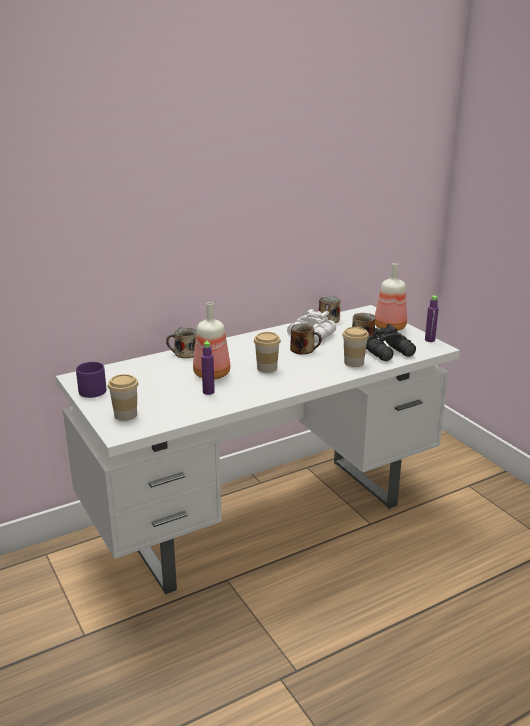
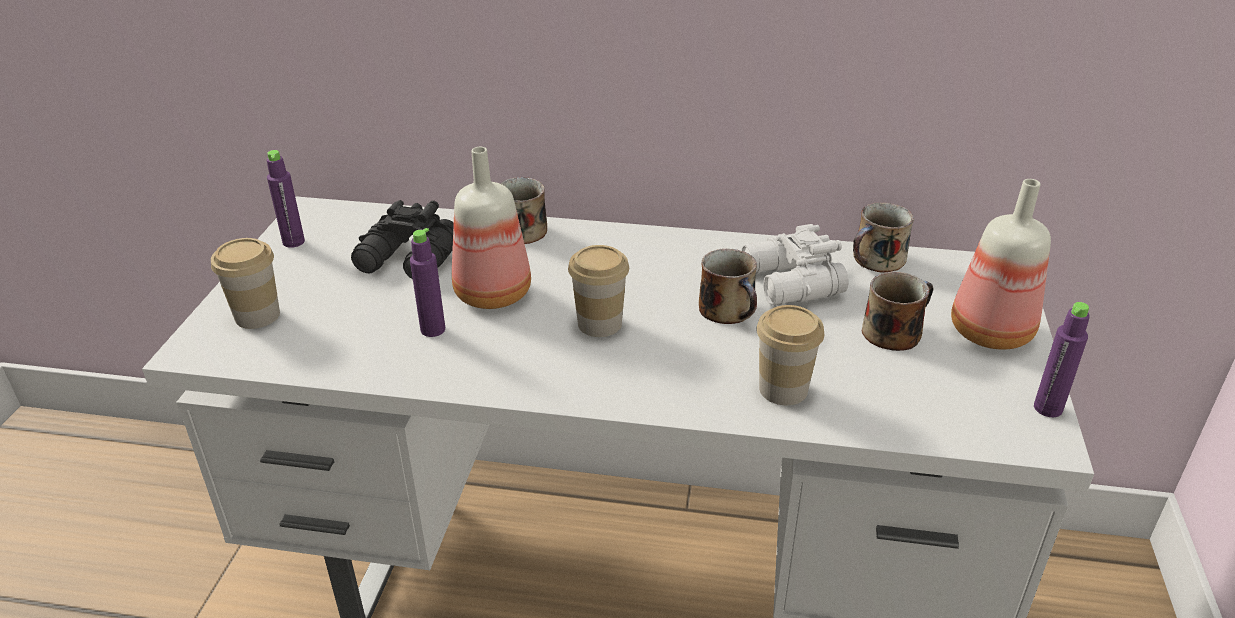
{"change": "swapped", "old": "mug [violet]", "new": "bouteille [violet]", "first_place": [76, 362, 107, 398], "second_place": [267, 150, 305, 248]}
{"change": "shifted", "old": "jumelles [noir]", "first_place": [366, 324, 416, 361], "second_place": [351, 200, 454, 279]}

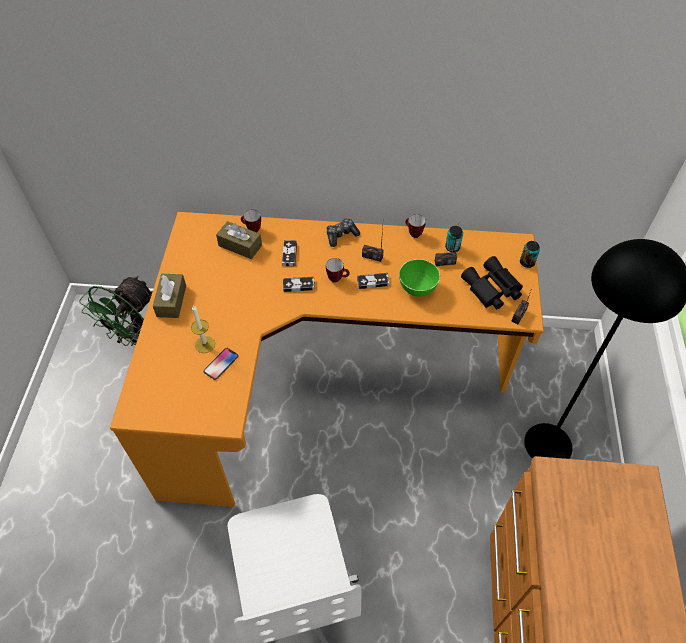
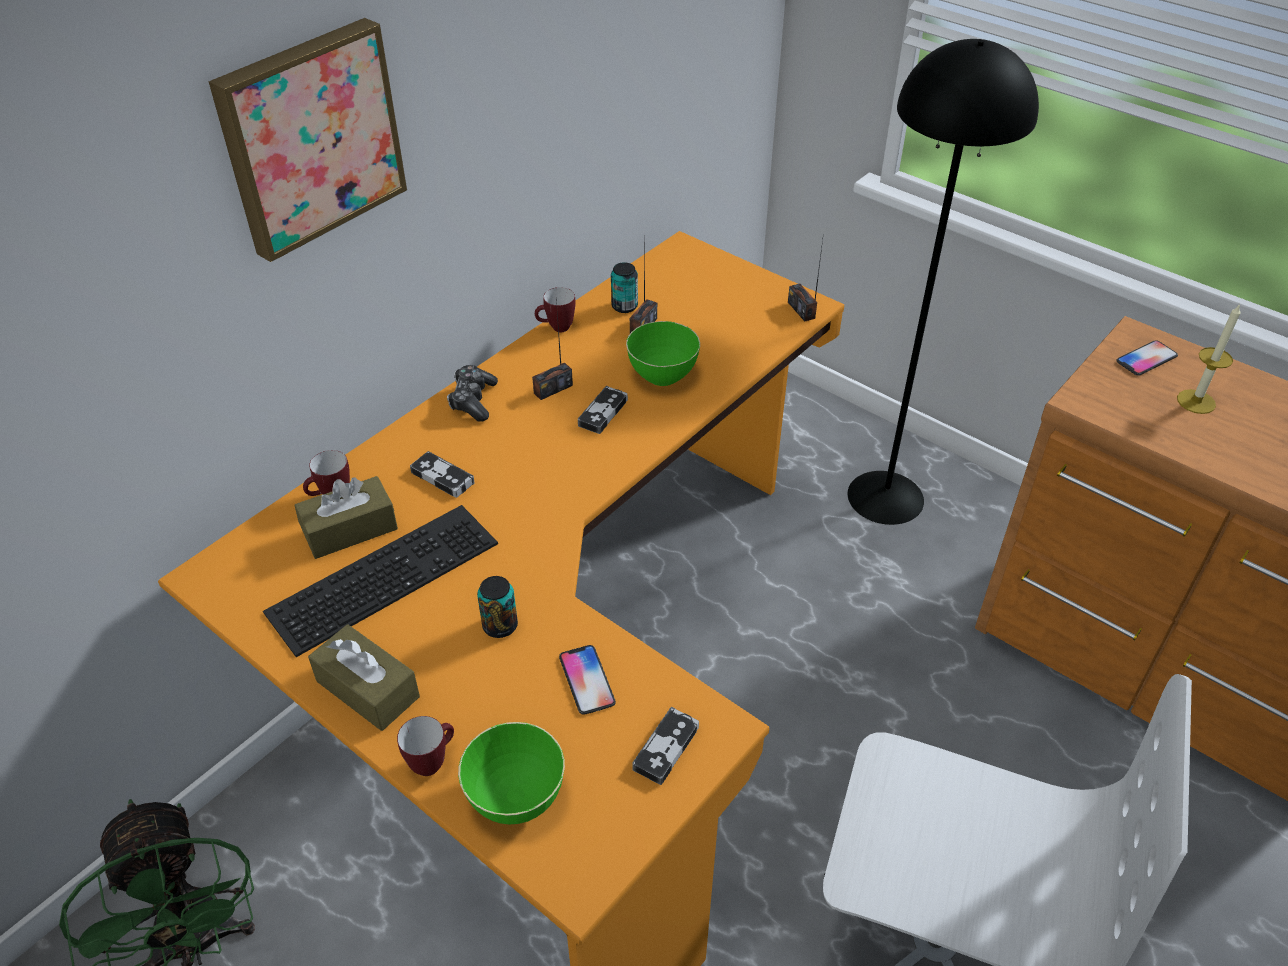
{"change": "new", "new": "tableau", "second_place": [208, 18, 407, 262]}
{"change": "new", "new": "clavier", "second_place": [263, 505, 498, 657]}
{"change": "shifted", "old": "mug", "first_place": [326, 258, 350, 282], "second_place": [397, 716, 454, 776]}
{"change": "new", "new": "bol [vert]", "second_place": [458, 722, 565, 824]}
{"change": "shifted", "old": "boîte métallique", "first_place": [520, 241, 540, 268], "second_place": [477, 576, 518, 638]}
{"change": "shifted", "old": "manette", "first_place": [283, 277, 315, 292], "second_place": [632, 707, 699, 785]}
{"change": "new", "new": "téléphone", "second_place": [1116, 340, 1178, 376]}
{"change": "shifted", "old": "bougie", "first_place": [191, 305, 215, 353], "second_place": [1177, 304, 1241, 414]}
{"change": "gone", "old": "jumelles [noir]", "first_place": [461, 256, 523, 309]}

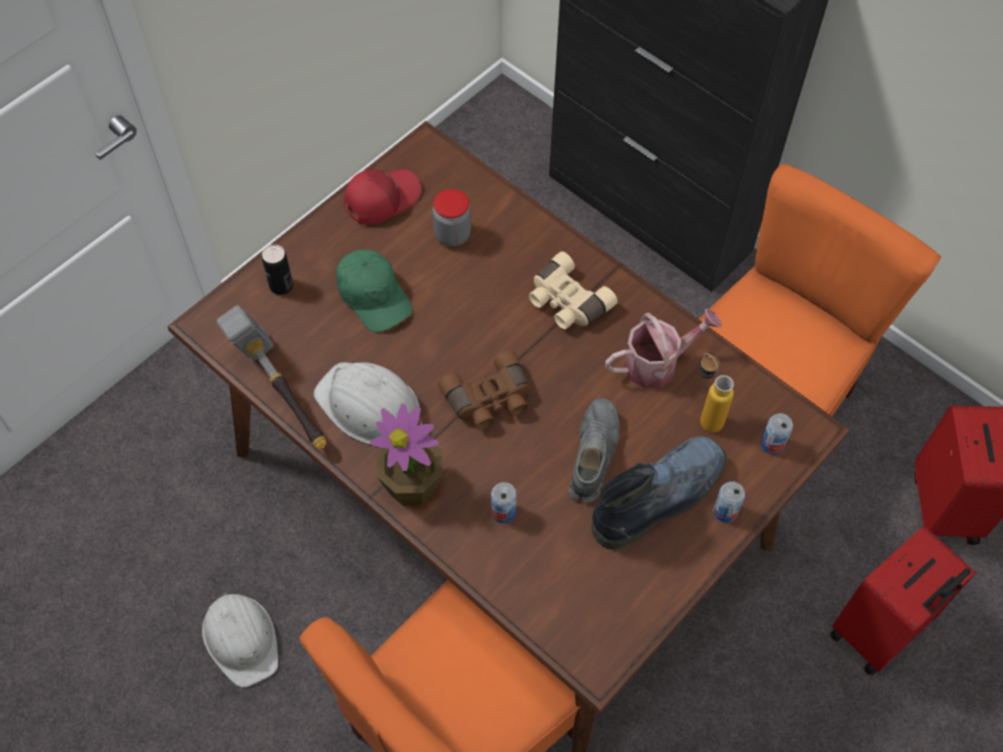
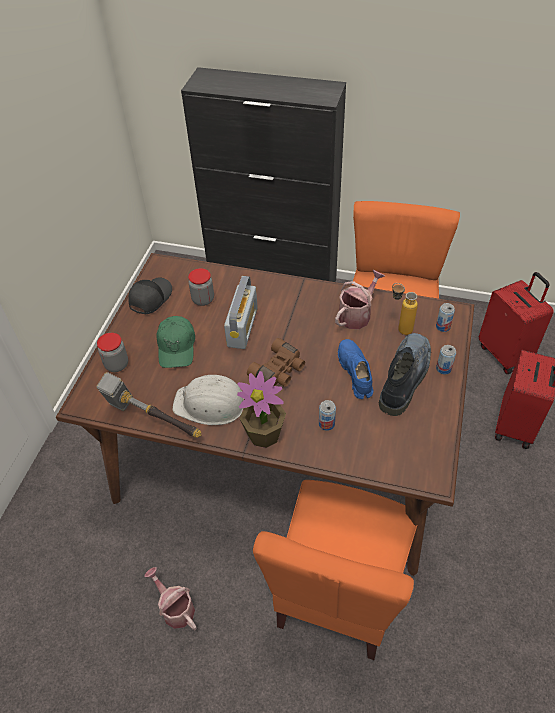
{"change": "swapped", "old": "boîte métallique", "new": "bocal", "first_place": [262, 244, 293, 295], "second_place": [97, 333, 128, 372]}
{"change": "repainted", "old": "casquette [rouge]", "new": "casquette [noir]", "first_place": [344, 169, 421, 225], "second_place": [128, 277, 172, 315]}
{"change": "swapped", "old": "casque de chantier [blanc]", "new": "arrosoir", "first_place": [202, 592, 278, 688], "second_place": [144, 567, 197, 630]}
{"change": "rotated", "old": "casquette [vert]", "first_place": [336, 250, 413, 332], "second_place": [156, 316, 195, 368], "degrees": 60}
{"change": "new", "new": "radio", "second_place": [224, 276, 258, 349]}
{"change": "repainted", "old": "chaussure [gris]", "new": "chaussure [bleu]", "first_place": [569, 398, 620, 503], "second_place": [338, 339, 373, 399]}
{"change": "gone", "old": "jumelles [beige]", "first_place": [529, 251, 618, 329]}

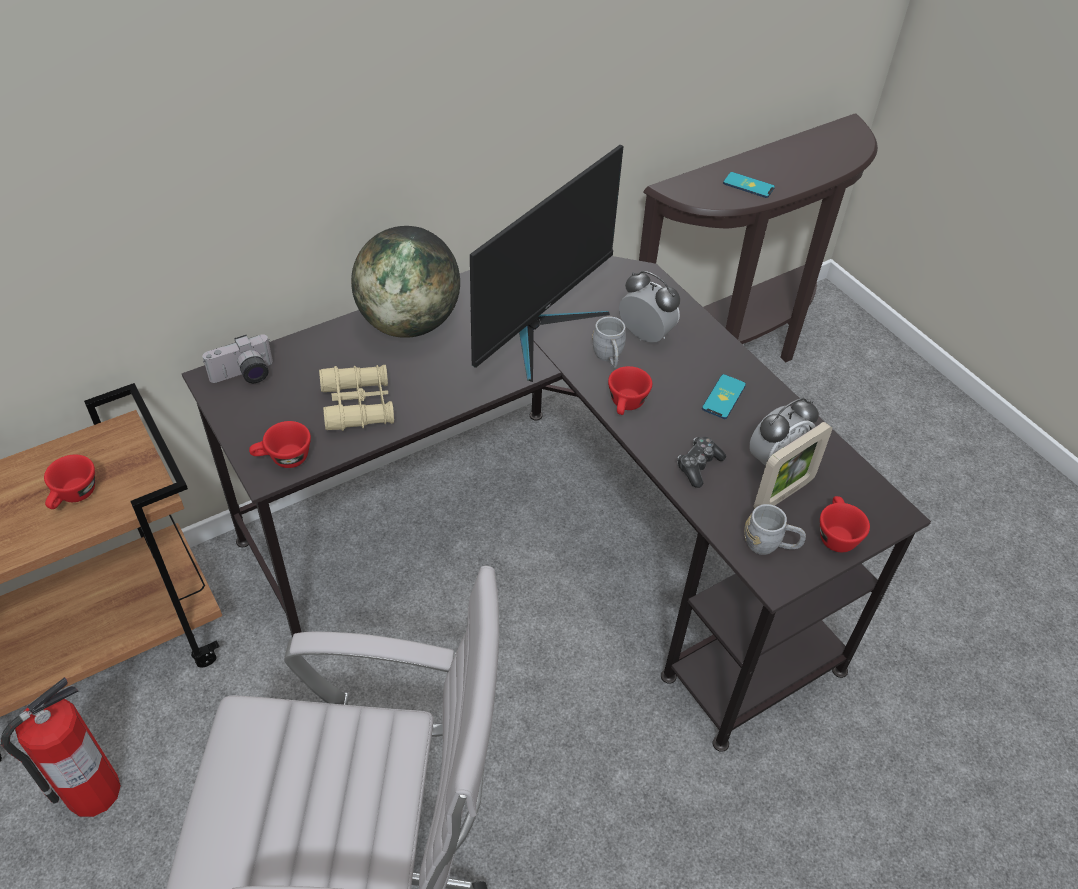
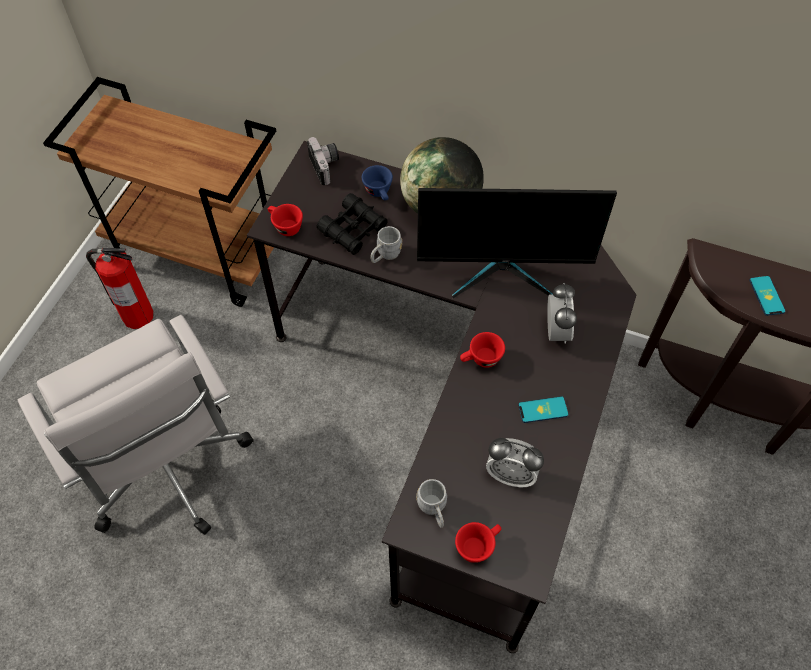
{"change": "rotated", "old": "appareil photo", "first_place": [202, 334, 273, 383], "second_place": [307, 137, 339, 185], "degrees": -135}
{"change": "repainted", "old": "jumelles [beige]", "new": "jumelles [noir]", "first_place": [319, 365, 394, 431], "second_place": [317, 193, 388, 255]}
{"change": "new", "new": "tasse [bleu]", "second_place": [362, 165, 393, 200]}
{"change": "shifted", "old": "mug [gris]", "first_place": [592, 316, 626, 368], "second_place": [370, 226, 402, 263]}
{"change": "gone", "old": "tasse [rouge]", "first_place": [44, 455, 95, 509]}
{"change": "gone", "old": "manette", "first_place": [677, 437, 726, 488]}
{"change": "gone", "old": "cadre photo", "first_place": [753, 422, 832, 509]}

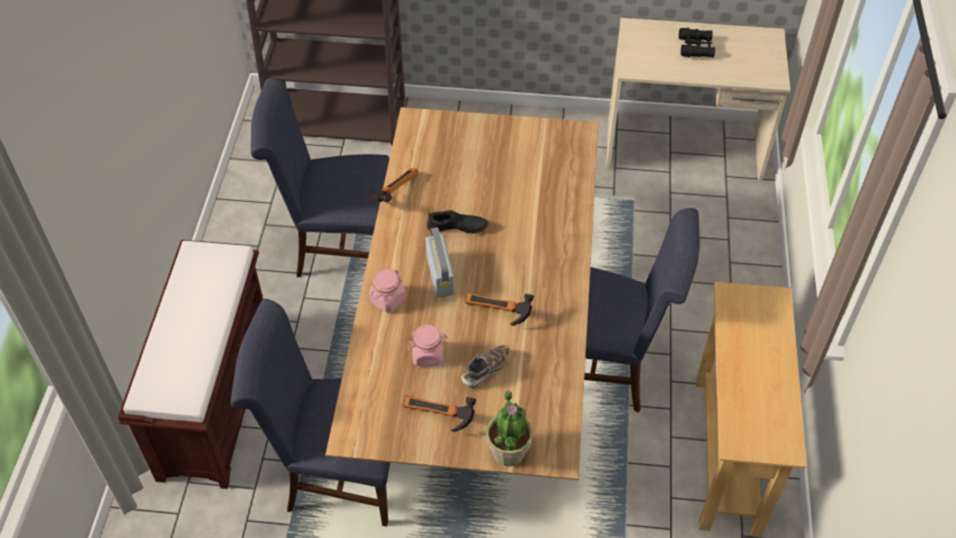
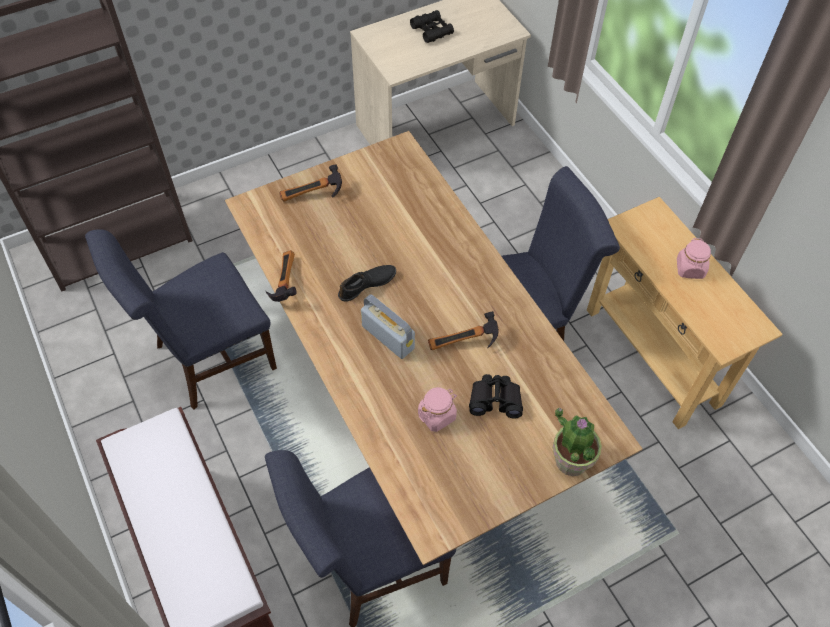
{"change": "shifted", "old": "marteau", "first_place": [402, 395, 476, 432], "second_place": [279, 164, 342, 202]}
{"change": "swapped", "old": "chaussure", "new": "jumelles [noir]", "first_place": [461, 345, 511, 389], "second_place": [469, 374, 523, 418]}
{"change": "shifted", "old": "bocal [rose]", "first_place": [369, 269, 406, 313], "second_place": [677, 238, 711, 279]}

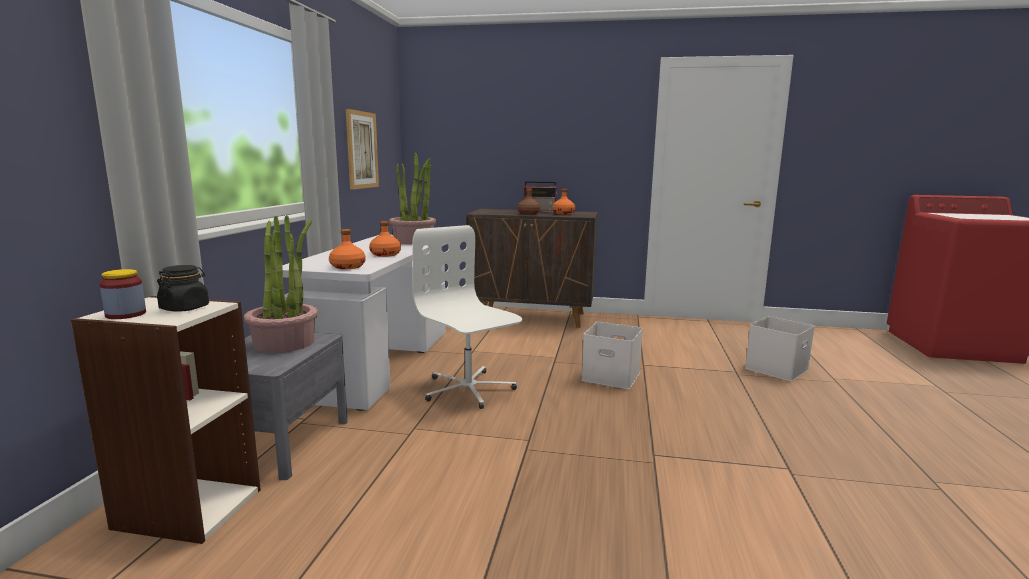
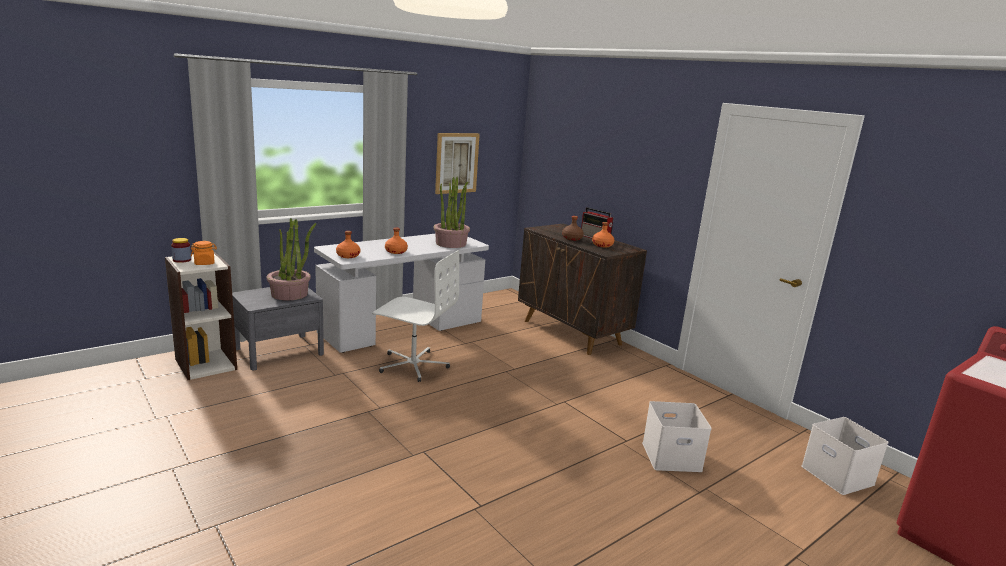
{"change": "repainted", "old": "bocal [noir]", "new": "bocal [orange]", "first_place": [157, 265, 209, 312], "second_place": [191, 241, 217, 265]}
{"change": "rotated", "old": "chaise de bureau [blanc]", "first_place": [412, 225, 522, 409], "second_place": [372, 250, 459, 382], "degrees": 105}
{"change": "shifted", "old": "boîte de rangement [blanc]", "first_place": [581, 322, 643, 389], "second_place": [801, 417, 889, 495]}

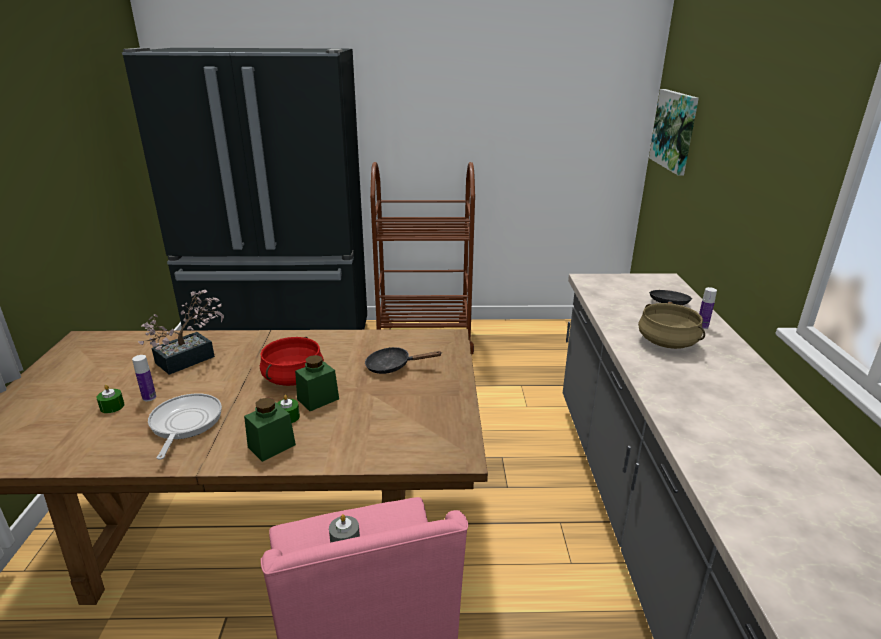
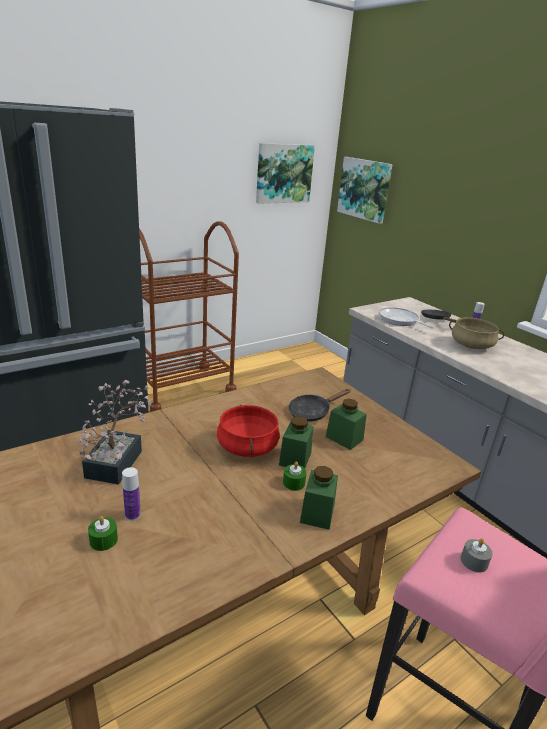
{"change": "new", "new": "tableau", "second_place": [256, 143, 315, 204]}
{"change": "new", "new": "bocal [vert]", "second_place": [326, 399, 367, 450]}
{"change": "shifted", "old": "poêle", "first_place": [148, 393, 222, 460], "second_place": [379, 307, 434, 328]}

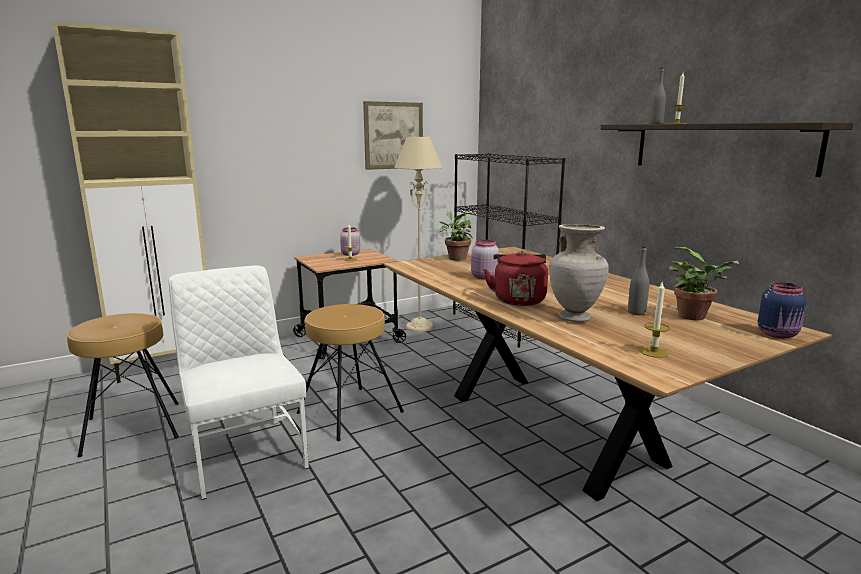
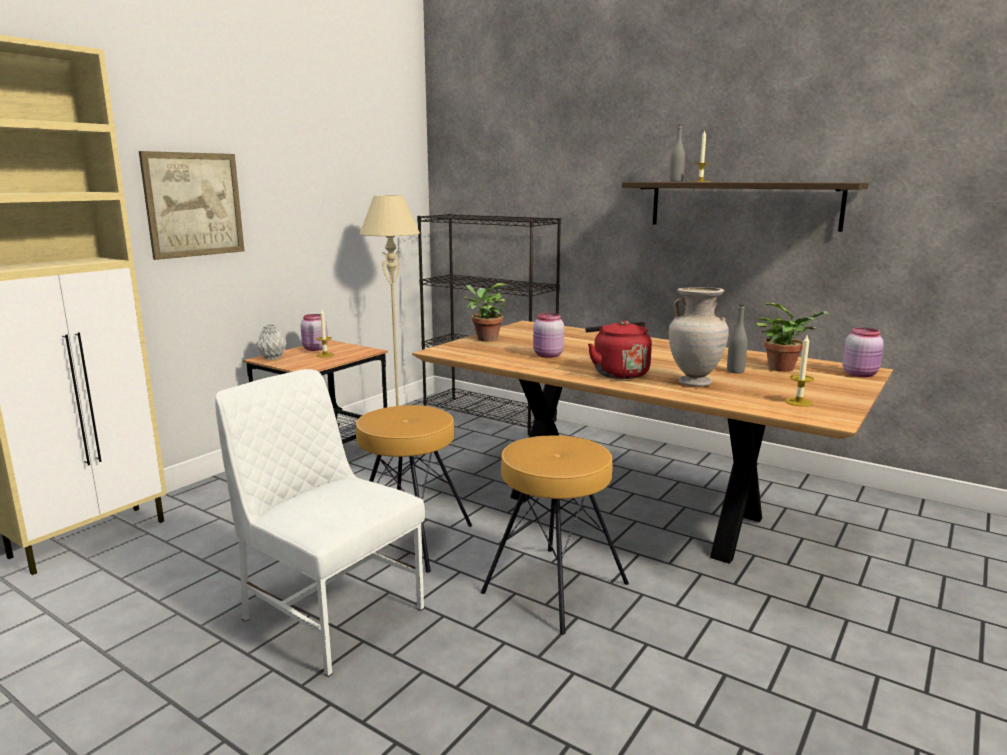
{"change": "shifted", "old": "tableau", "first_place": [363, 101, 423, 170], "second_place": [139, 151, 244, 260]}
{"change": "new", "new": "vase [gris]", "second_place": [256, 325, 287, 360]}
{"change": "shifted", "old": "tabouret [marron]", "first_place": [67, 313, 179, 457], "second_place": [481, 435, 629, 635]}
{"change": "repainted", "old": "bocal [bleu]", "new": "bocal [rose]", "first_place": [758, 282, 807, 338], "second_place": [842, 327, 884, 377]}

